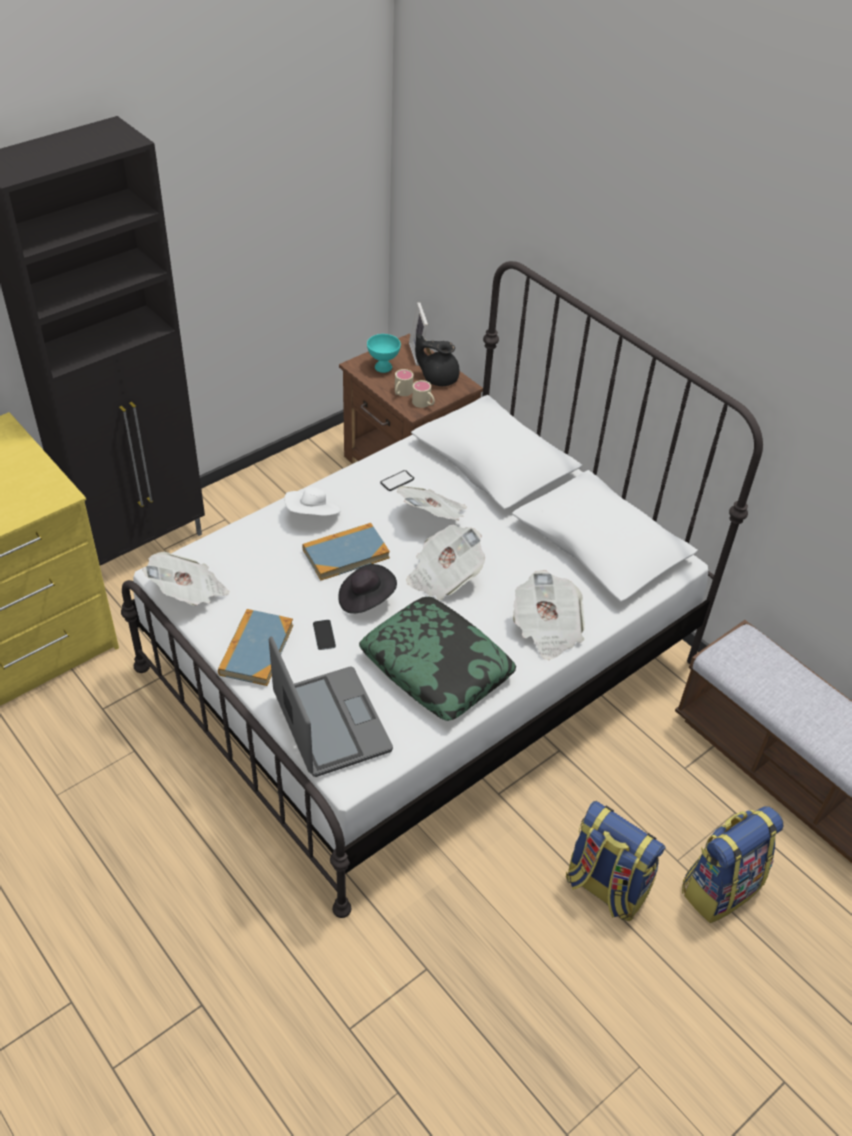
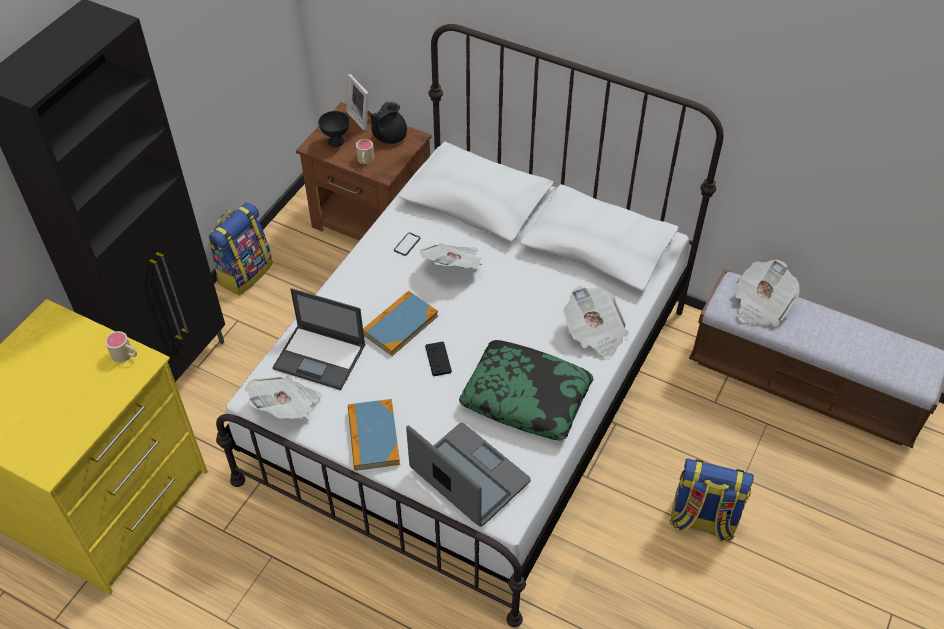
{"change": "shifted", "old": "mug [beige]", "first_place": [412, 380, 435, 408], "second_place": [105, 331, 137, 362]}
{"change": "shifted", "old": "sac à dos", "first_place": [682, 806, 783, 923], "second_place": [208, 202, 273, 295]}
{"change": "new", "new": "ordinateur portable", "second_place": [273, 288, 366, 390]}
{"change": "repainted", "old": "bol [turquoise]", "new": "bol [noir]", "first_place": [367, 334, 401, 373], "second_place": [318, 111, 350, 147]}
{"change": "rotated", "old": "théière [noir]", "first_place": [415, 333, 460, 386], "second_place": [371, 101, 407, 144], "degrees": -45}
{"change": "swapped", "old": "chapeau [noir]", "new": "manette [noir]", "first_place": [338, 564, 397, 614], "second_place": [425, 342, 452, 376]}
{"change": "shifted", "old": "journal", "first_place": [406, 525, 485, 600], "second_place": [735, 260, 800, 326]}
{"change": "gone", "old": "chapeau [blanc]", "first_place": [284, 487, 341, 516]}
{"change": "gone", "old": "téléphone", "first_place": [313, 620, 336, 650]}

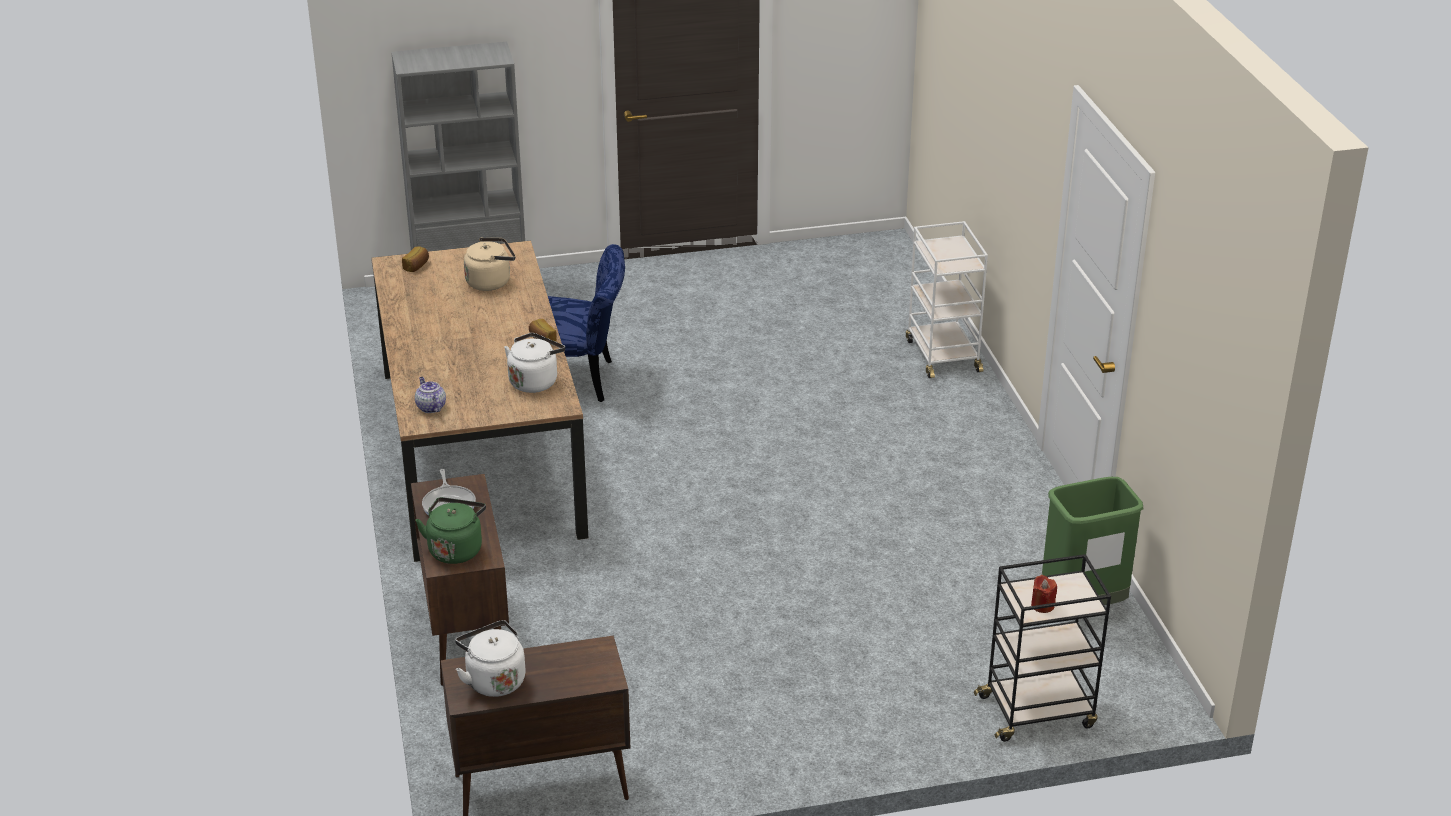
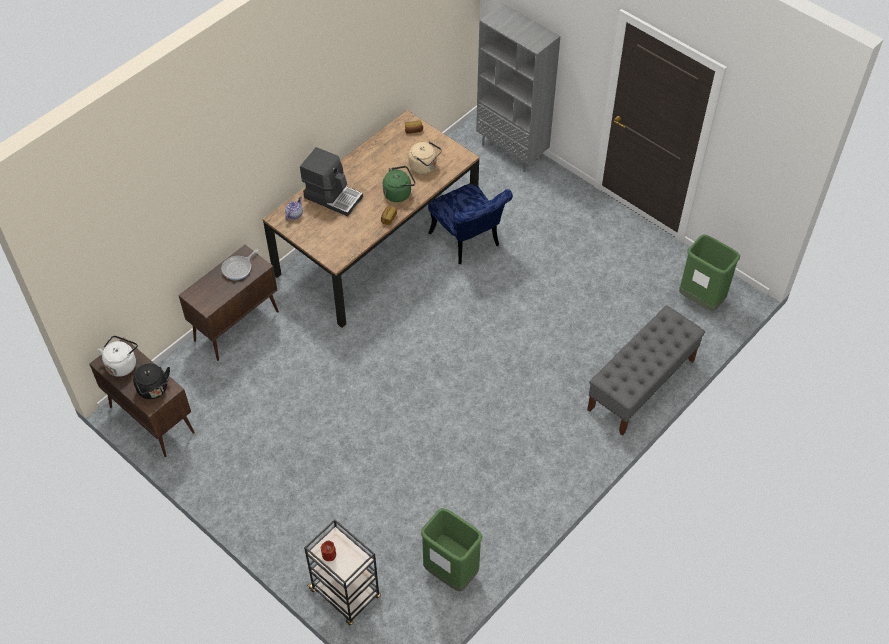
{"change": "new", "new": "bouilloire [noir]", "second_place": [133, 363, 170, 399]}
{"change": "new", "new": "machine à café", "second_place": [300, 147, 363, 216]}
{"change": "shifted", "old": "bouilloire [vert]", "first_place": [415, 497, 486, 564], "second_place": [383, 166, 416, 202]}
{"change": "swapped", "old": "chariot [blanc]", "new": "banc [gris]", "first_place": [906, 221, 988, 378], "second_place": [587, 306, 705, 436]}
{"change": "new", "new": "poubelle [vert]", "second_place": [679, 234, 740, 311]}
{"change": "gone", "old": "bouilloire [blanc]", "first_place": [504, 333, 565, 393]}

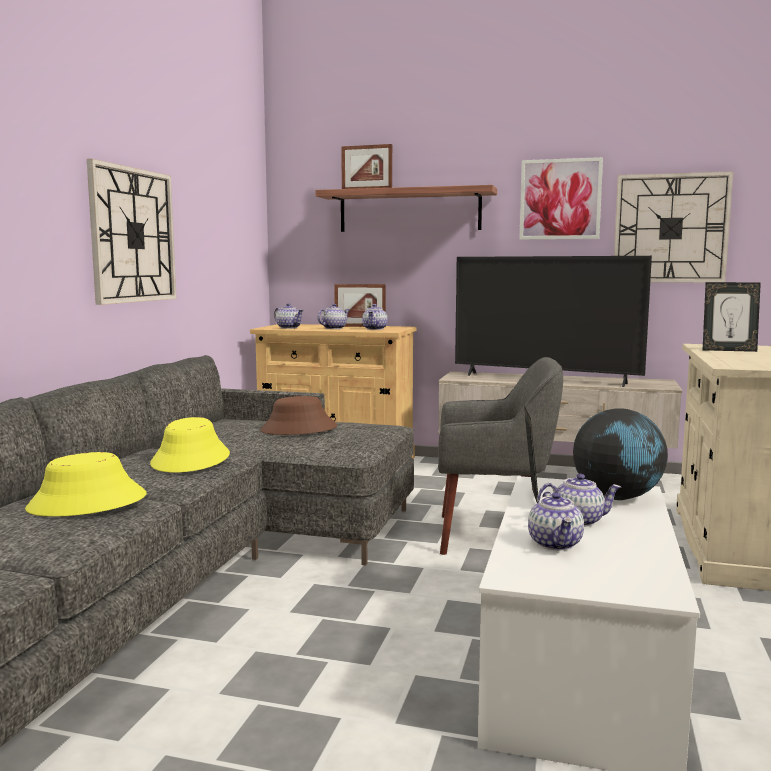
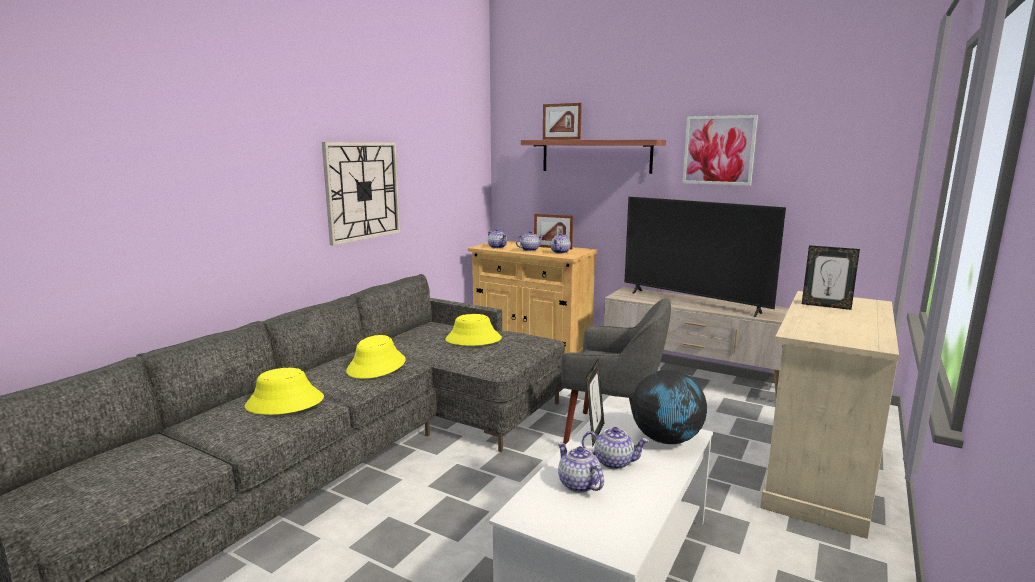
{"change": "repainted", "old": "chapeau [marron]", "new": "chapeau [jaune]", "first_place": [260, 396, 337, 435], "second_place": [445, 314, 502, 346]}
{"change": "rotated", "old": "théière", "first_place": [528, 491, 584, 550], "second_place": [558, 442, 604, 493], "degrees": 135}
{"change": "gone", "old": "horloge murale", "first_place": [614, 171, 733, 283]}

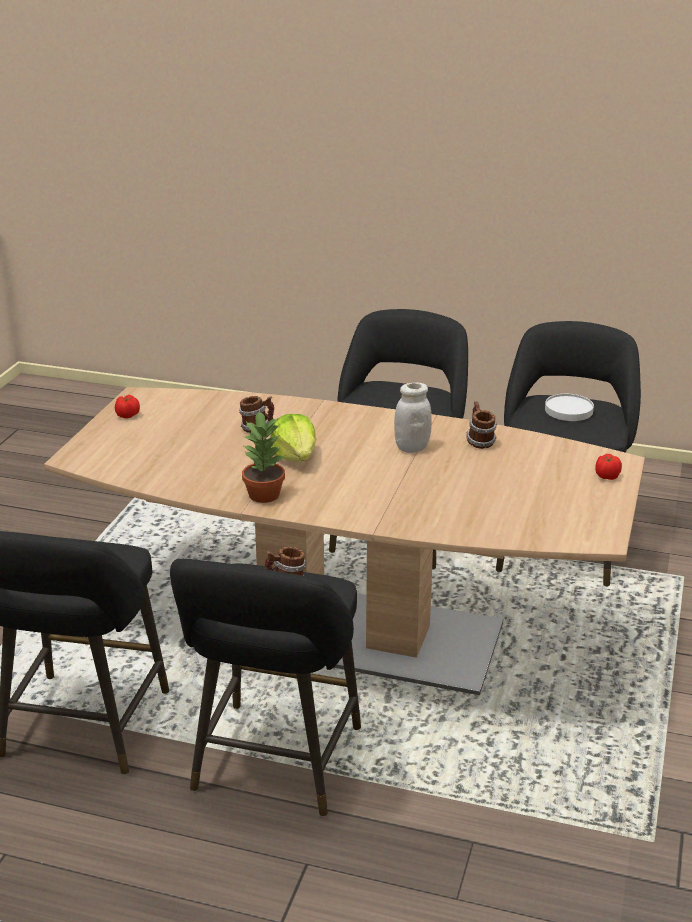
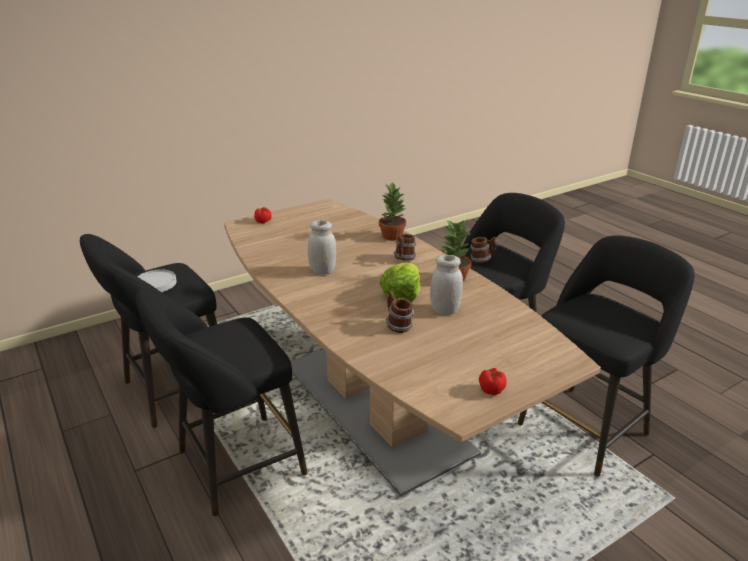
{"change": "new", "new": "plante en pot", "second_place": [379, 182, 406, 241]}
{"change": "shifted", "old": "mug", "first_place": [466, 401, 497, 449], "second_place": [394, 234, 416, 261]}
{"change": "new", "new": "bocal [blanc]", "second_place": [430, 255, 463, 315]}

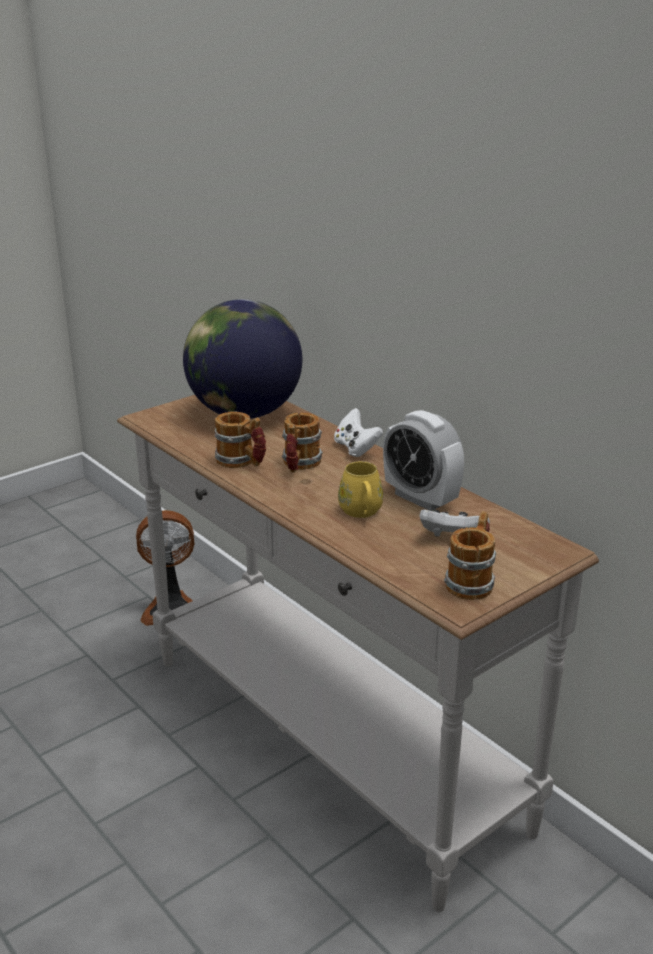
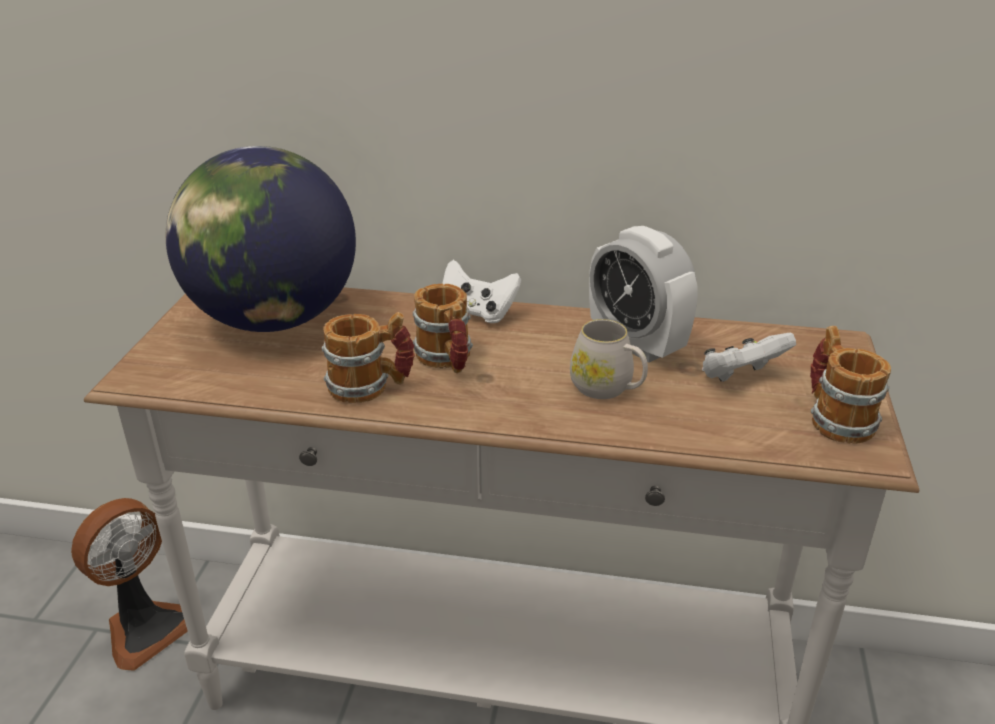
{"change": "repainted", "old": "mug [jaune]", "new": "mug [blanc]", "first_place": [338, 461, 383, 518], "second_place": [570, 319, 648, 399]}
{"change": "rotated", "old": "réveil", "first_place": [383, 410, 464, 511], "second_place": [589, 226, 697, 363], "degrees": 45}

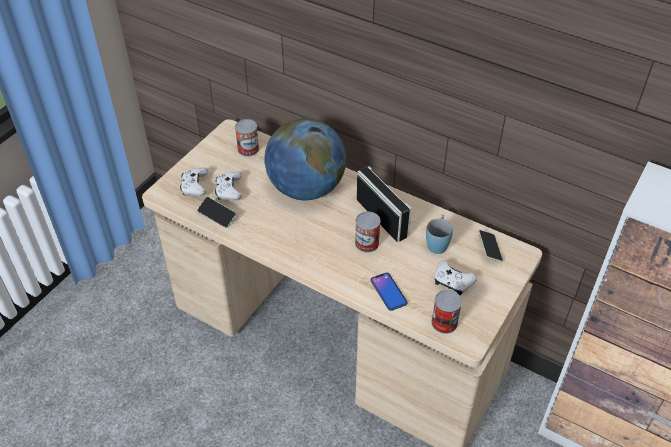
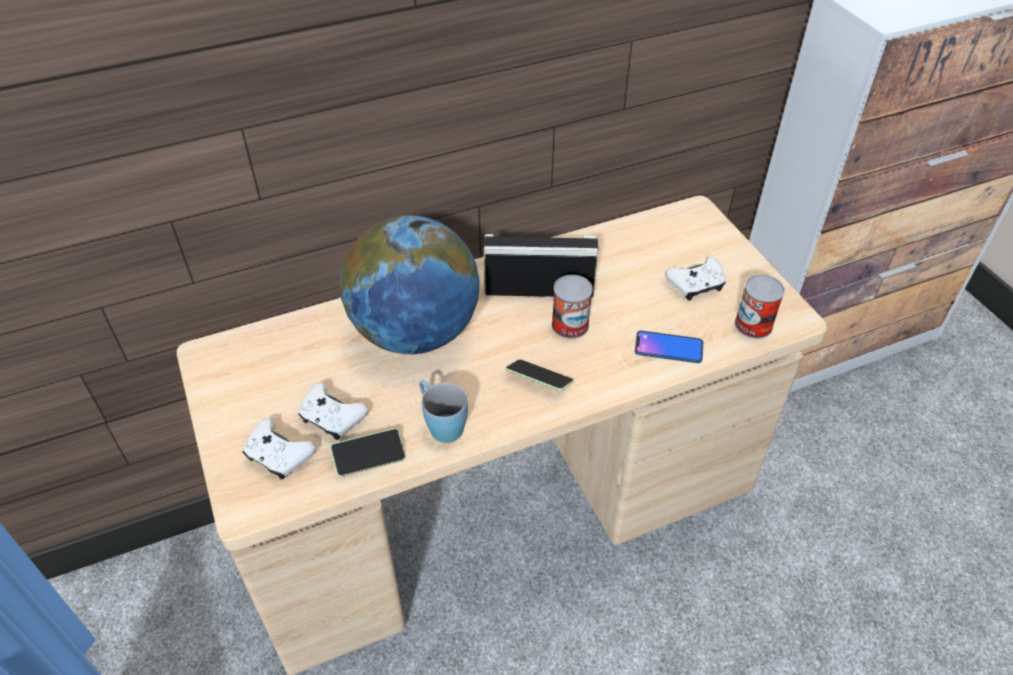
{"change": "shifted", "old": "mug [bleu]", "first_place": [426, 215, 453, 254], "second_place": [419, 380, 468, 443]}
{"change": "shifted", "old": "téléphone", "first_place": [478, 230, 503, 262], "second_place": [505, 359, 574, 391]}
{"change": "gone", "old": "boîte métallique", "first_place": [235, 119, 259, 157]}

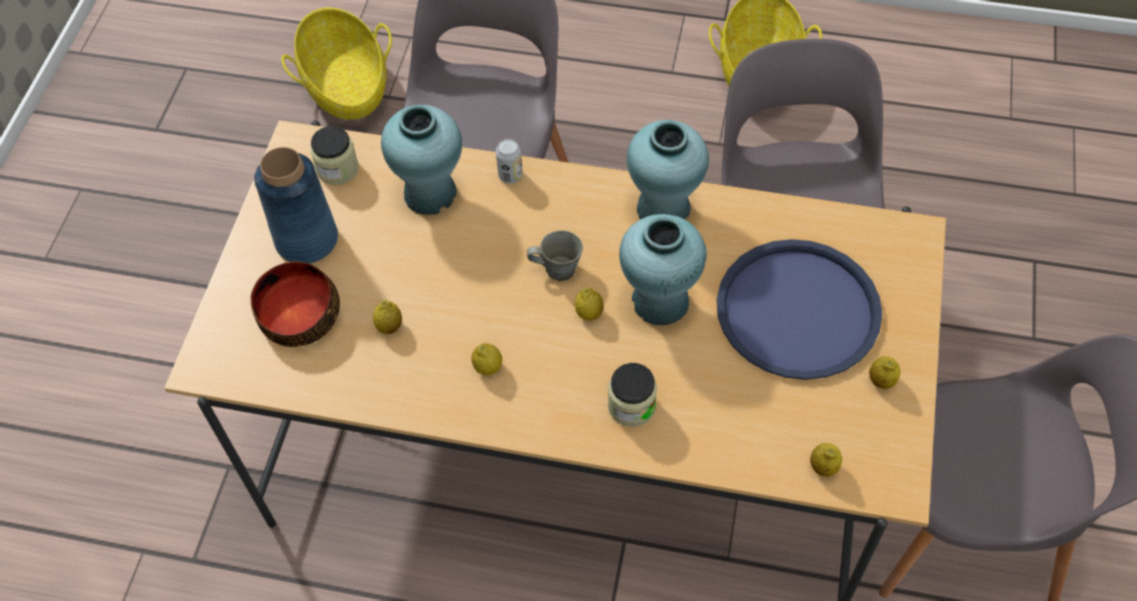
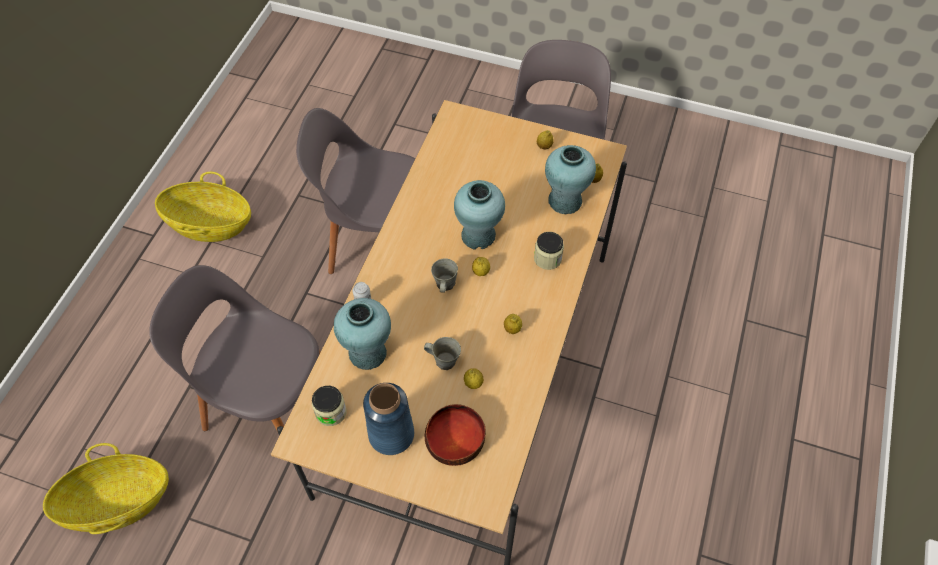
{"change": "new", "new": "mug [gris]", "second_place": [424, 337, 461, 370]}
{"change": "shifted", "old": "vase [turquoise]", "first_place": [627, 120, 709, 219], "second_place": [545, 145, 596, 214]}
{"change": "gone", "old": "plateau [bleu]", "first_place": [717, 239, 882, 380]}

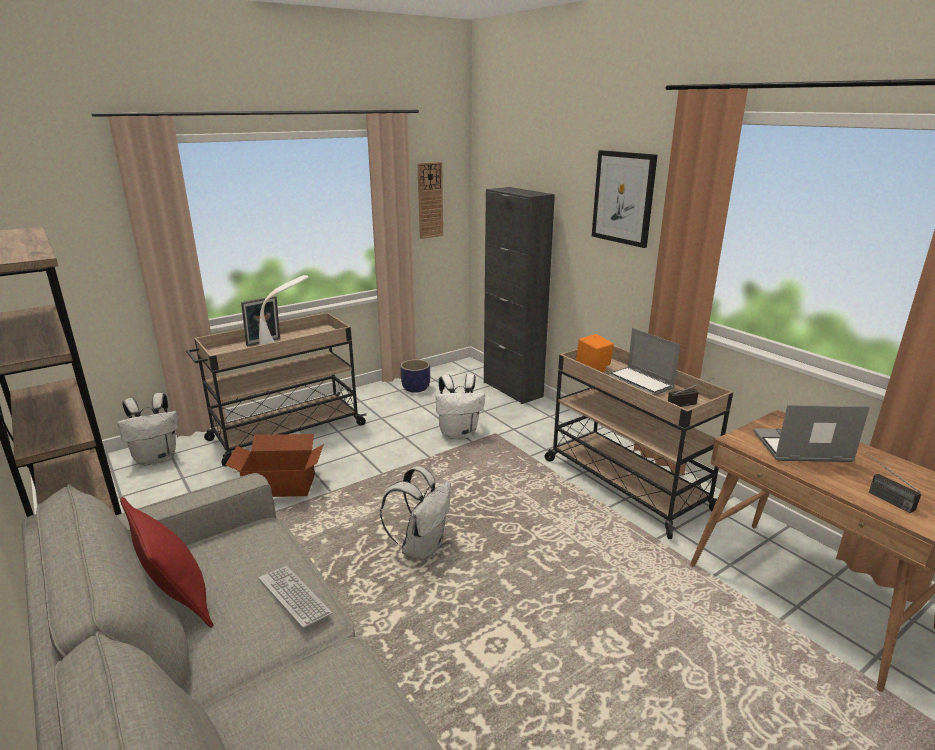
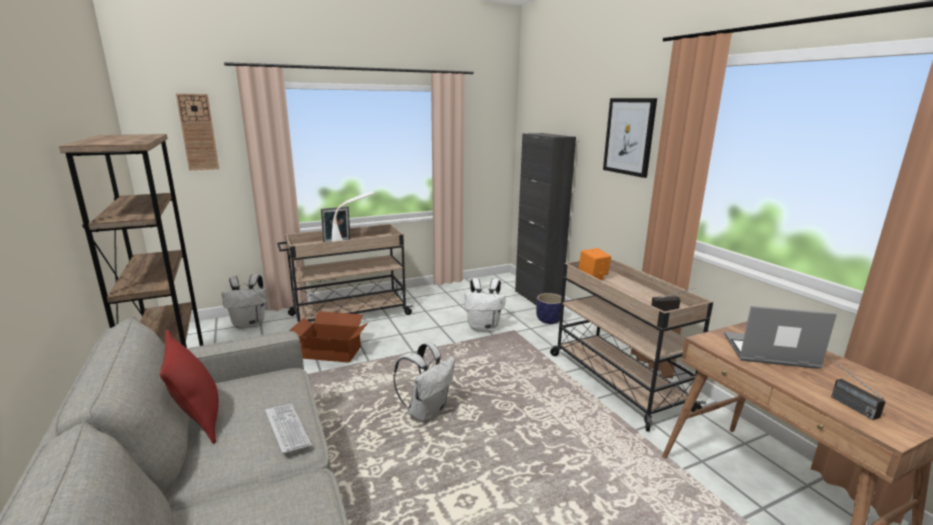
{"change": "shifted", "old": "horloge murale", "first_place": [417, 162, 443, 239], "second_place": [176, 94, 219, 170]}
{"change": "shifted", "old": "cache-pot", "first_place": [400, 359, 430, 393], "second_place": [536, 293, 562, 324]}
{"change": "gone", "old": "ordinateur portable", "first_place": [607, 328, 680, 395]}

